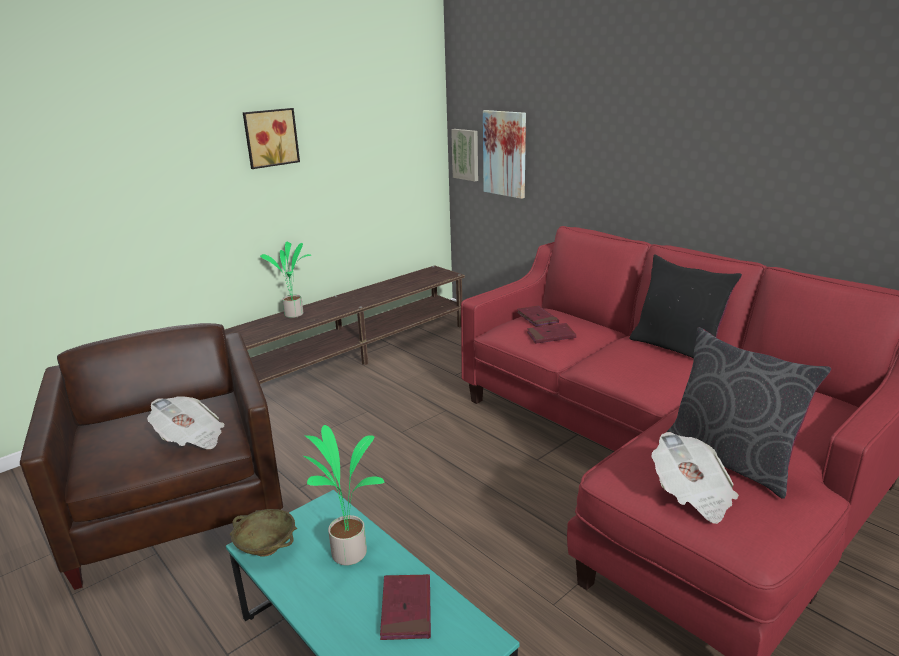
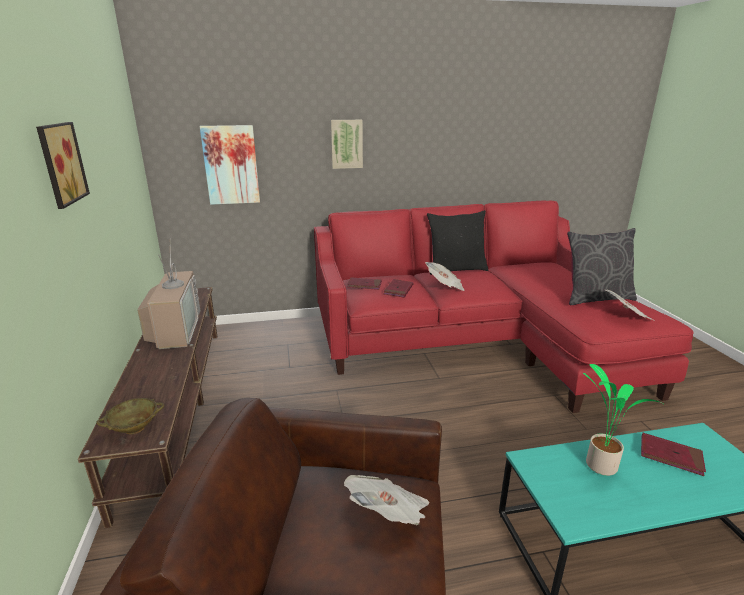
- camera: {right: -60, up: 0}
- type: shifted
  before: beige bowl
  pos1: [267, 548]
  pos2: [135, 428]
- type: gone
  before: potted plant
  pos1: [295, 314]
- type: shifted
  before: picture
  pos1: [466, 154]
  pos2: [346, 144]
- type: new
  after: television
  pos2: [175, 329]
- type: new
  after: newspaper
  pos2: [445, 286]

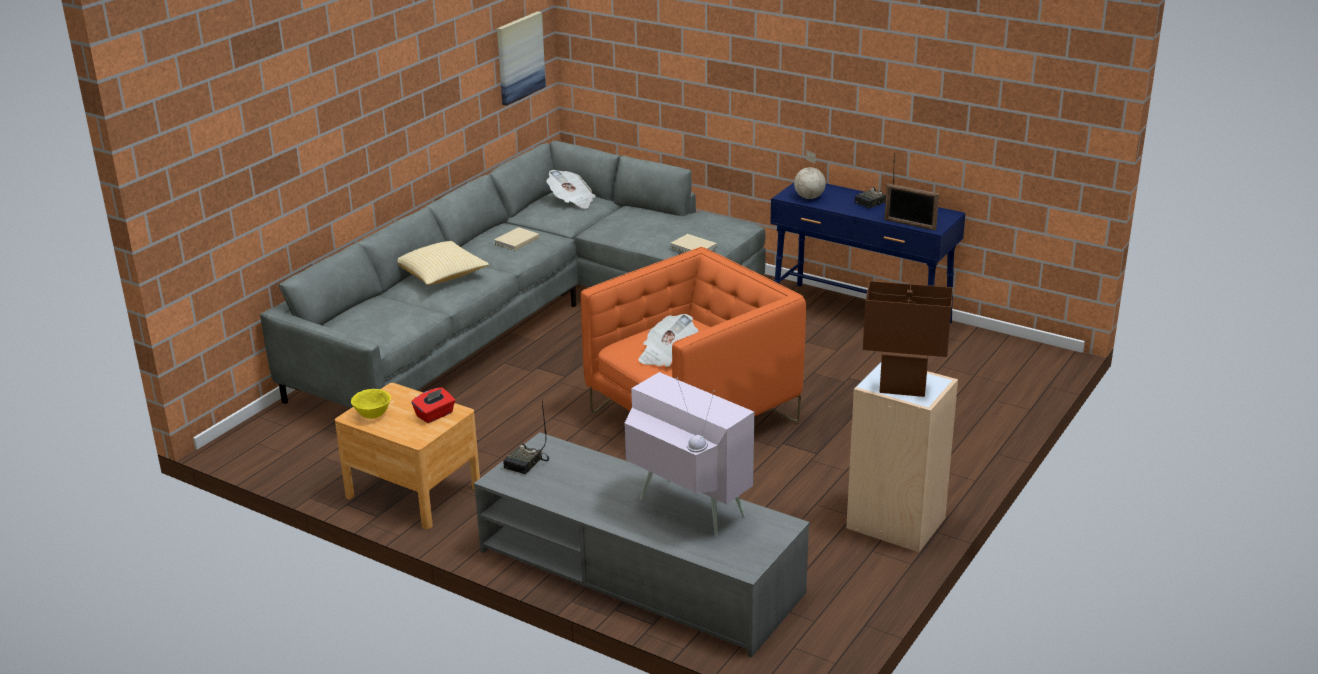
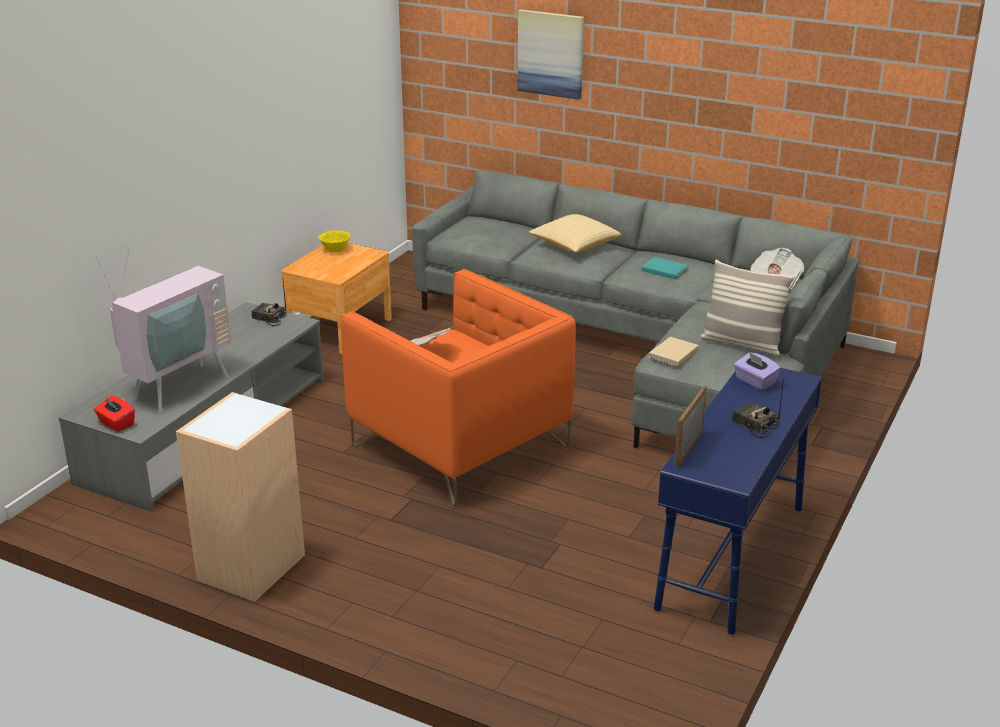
- camera: {right: 85, up: 0}
- type: shifted
  before: red tissue box
  pos1: [435, 415]
  pos2: [116, 424]
- type: repainted
  before: beige book
  after: turquoise book
  pos1: [515, 241]
  pos2: [663, 269]
- type: shifted
  before: picture
  pos1: [519, 57]
  pos2: [551, 54]
- type: swapped
  before: globe
  after: purple tissue box
  pos1: [809, 197]
  pos2: [755, 382]
- type: gone
  before: brown table lamp
  pos1: [902, 389]
- type: new
  after: pillow
  pos2: [741, 344]

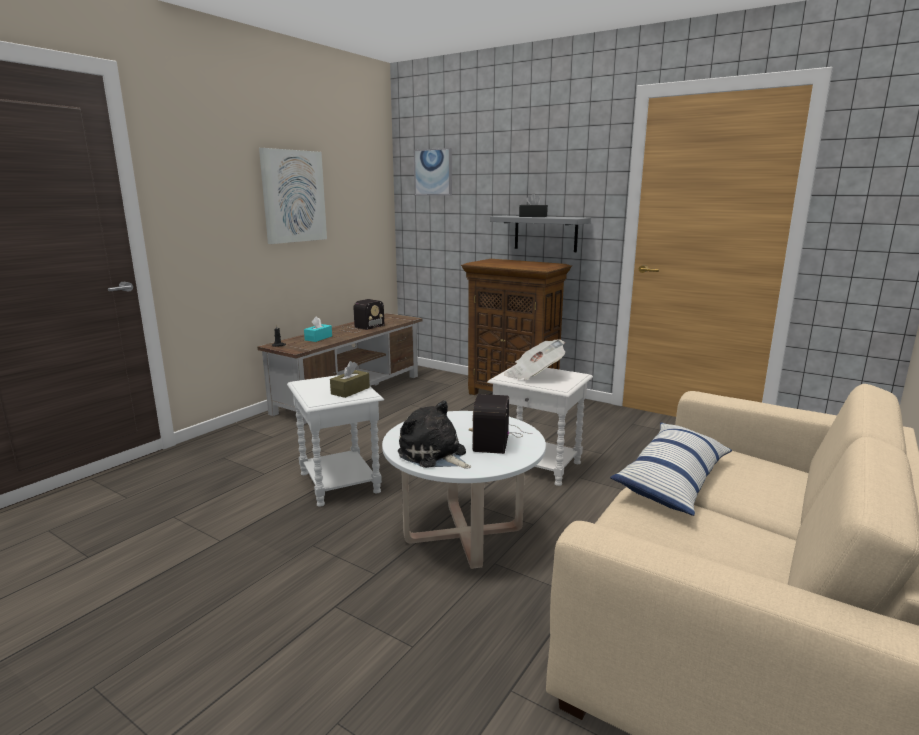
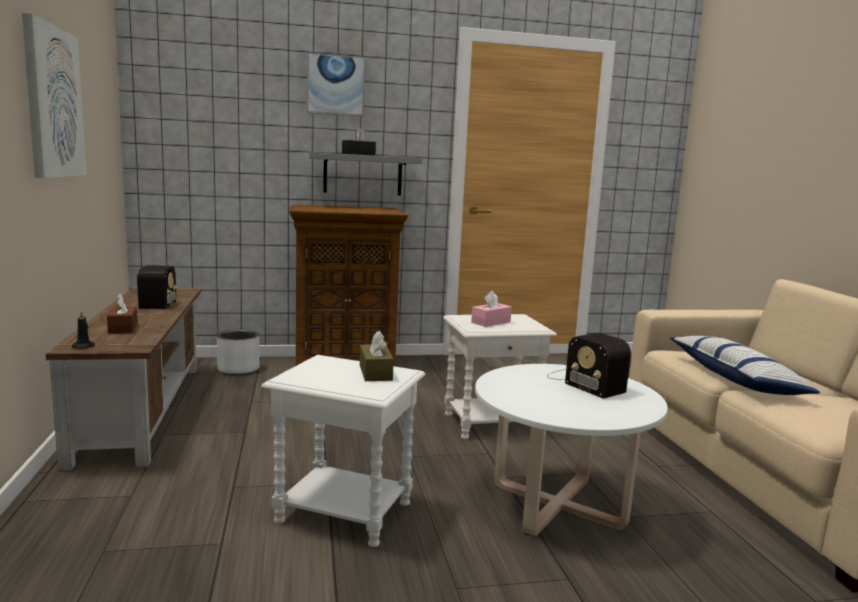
- camera: {right: -45, up: -5}
- type: repainted
  before: turquoise tissue box
  after: brown tissue box
  pos1: [318, 338]
  pos2: [123, 328]
- type: gone
  before: plush toy
  pos1: [434, 455]
- type: shifted
  before: picture
  pos1: [433, 172]
  pos2: [335, 85]
- type: swapped
  before: newspaper
  after: pink tissue box
  pos1: [534, 375]
  pos2: [491, 322]
- type: new
  after: grey planter
  pos2: [238, 369]

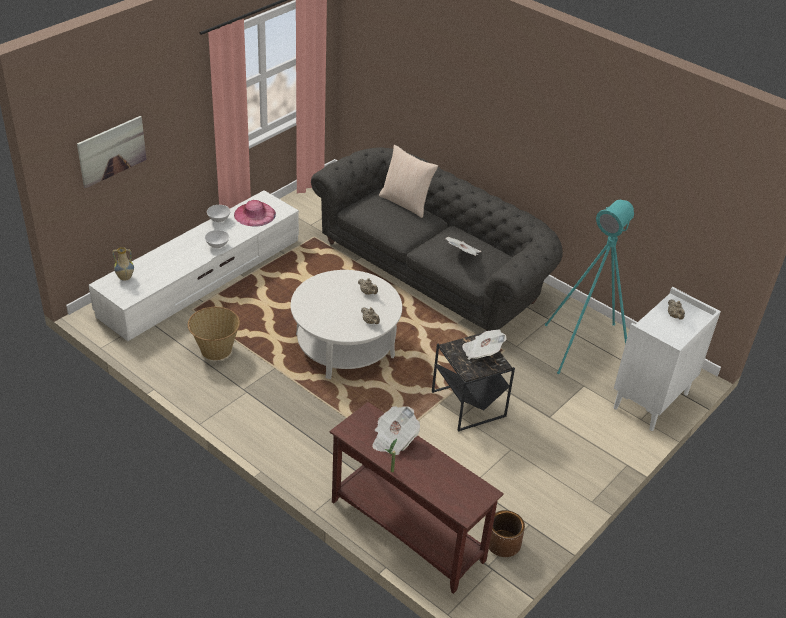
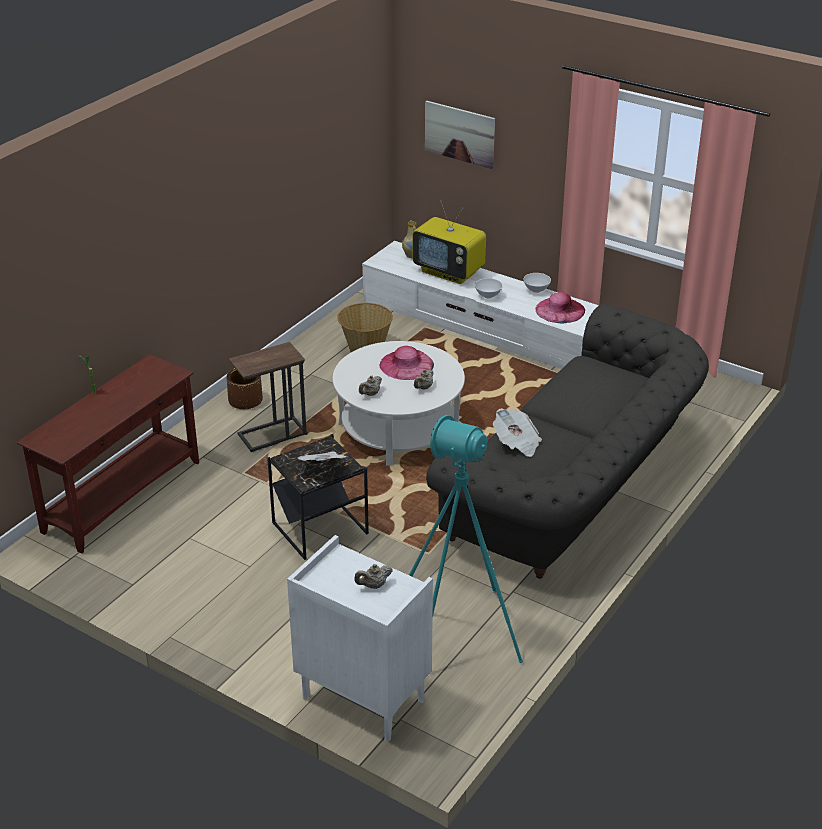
- camera: {right: 85, up: -5}
- type: gone
  before: newspaper
  pos1: [393, 439]
- type: gone
  before: beige pillow
  pos1: [406, 203]
- type: shifted
  before: brown planter
  pos1: [503, 543]
  pos2: [245, 401]
- type: new
  after: brown side table
  pos2: [273, 434]
- type: new
  after: pink hat
  pos2: [406, 364]
- type: new
  after: television
  pos2: [449, 272]

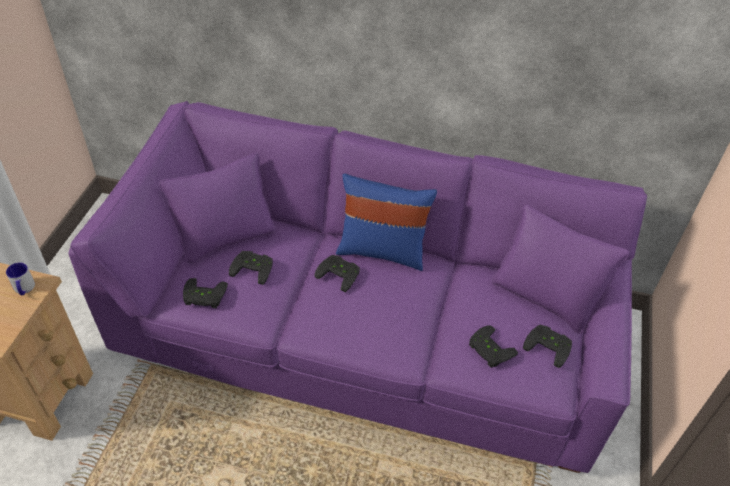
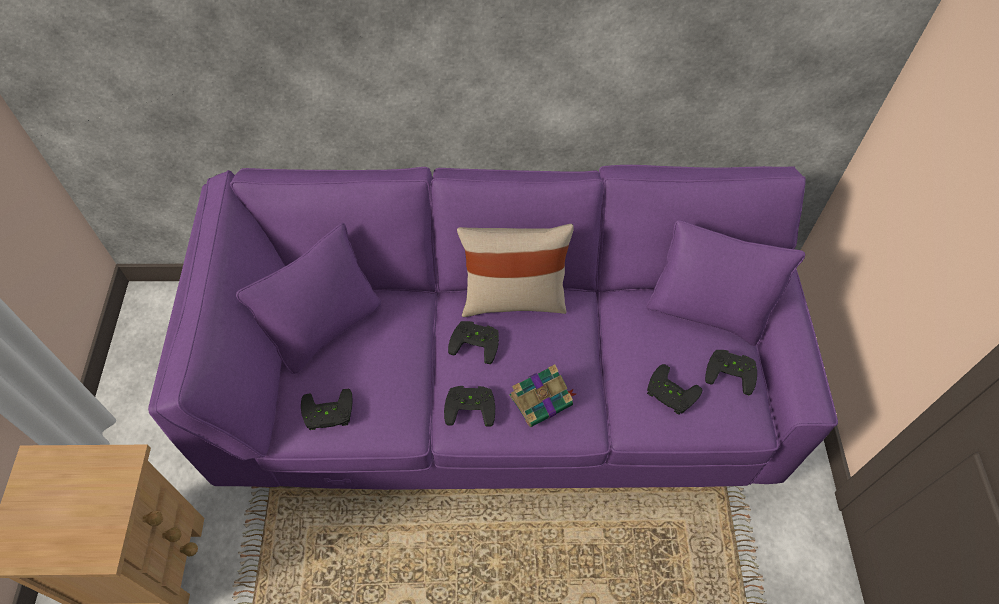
- camera: {right: -15, up: 10}
- type: gone
  before: mug
  pos1: [24, 289]
- type: shifted
  before: black game controller
  pos1: [254, 267]
  pos2: [470, 405]
- type: repainted
  before: blue pillow
  after: beige pillow
  pos1: [382, 250]
  pos2: [513, 298]
- type: new
  after: book
  pos2: [542, 399]

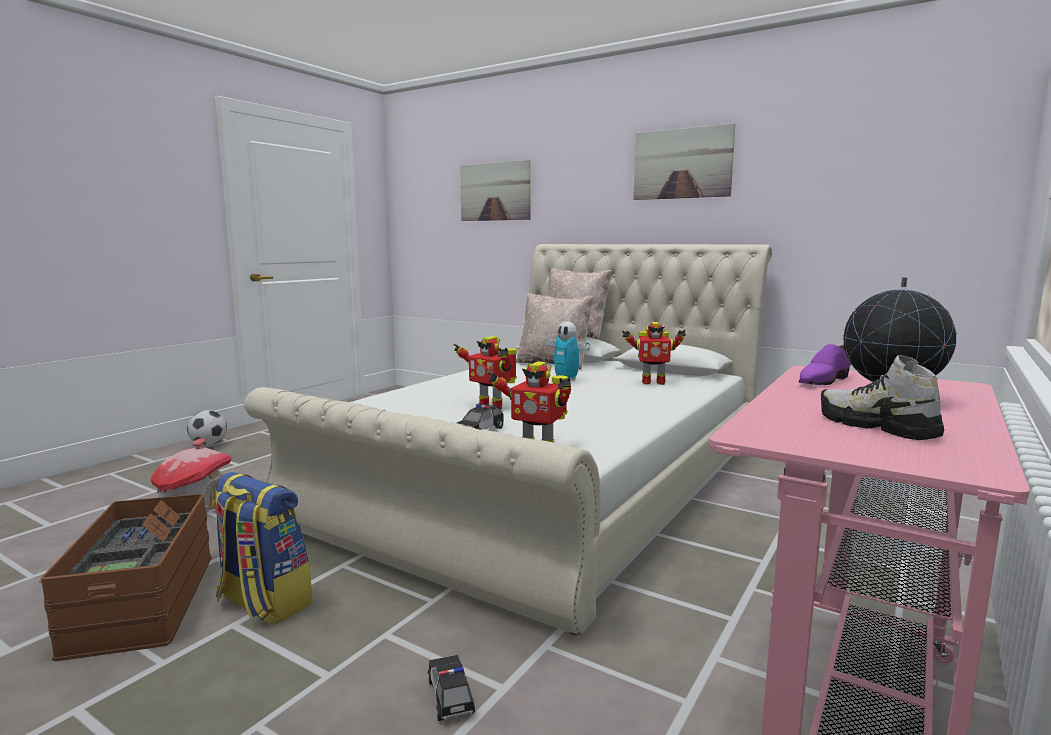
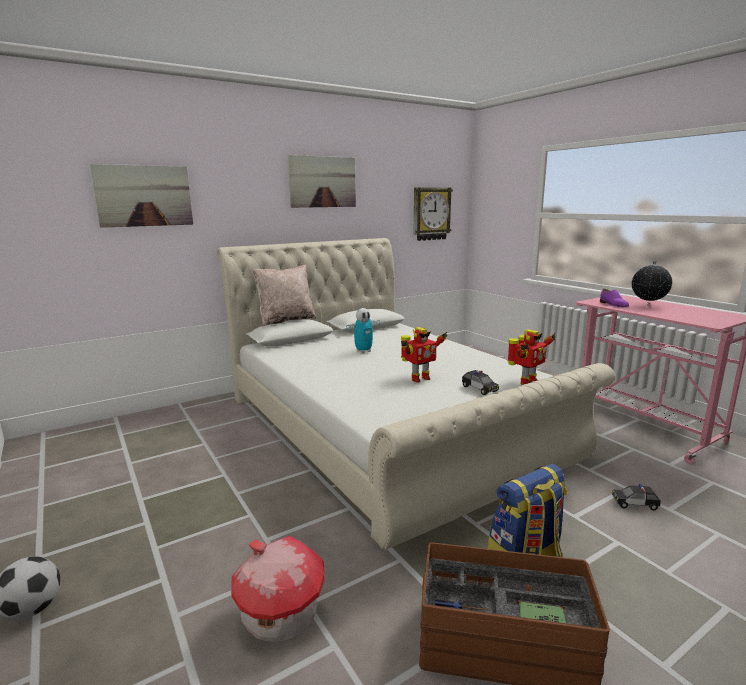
- camera: {right: -65, up: 5}
- type: gone
  before: beige pillow
  pos1: [553, 364]
- type: gone
  before: toy robot
  pos1: [652, 382]
- type: gone
  before: shoe
  pos1: [876, 426]
- type: new
  after: wall clock
  pos2: [431, 214]

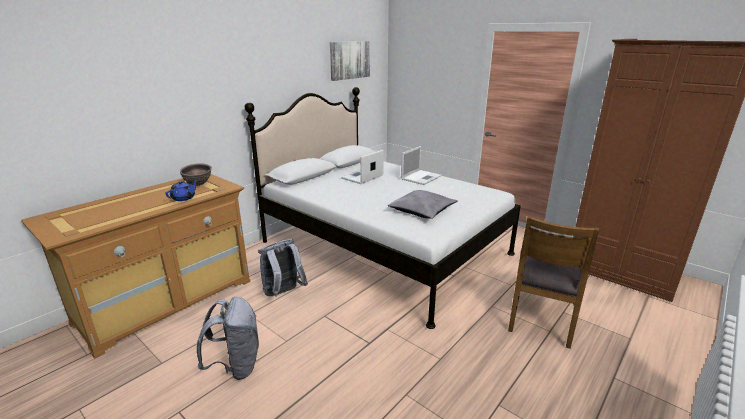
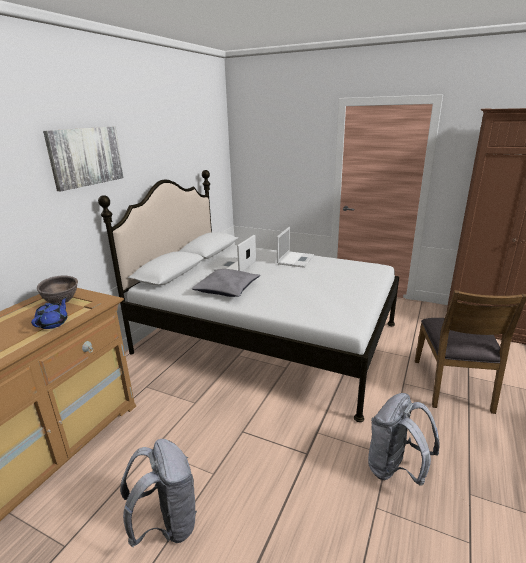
- camera: {right: -15, up: 0}
- type: shifted
  before: grey backpack
  pos1: [283, 293]
  pos2: [395, 469]
- type: shifted
  before: picture
  pos1: [349, 60]
  pos2: [85, 156]
- type: shifted
  before: grey pillow
  pos1: [422, 210]
  pos2: [227, 289]

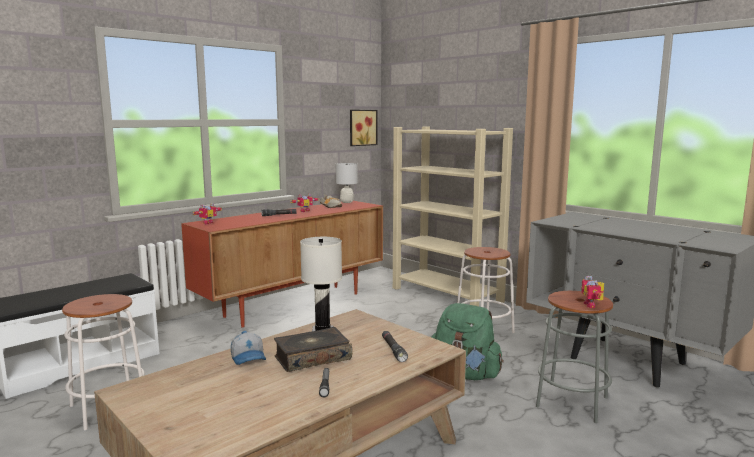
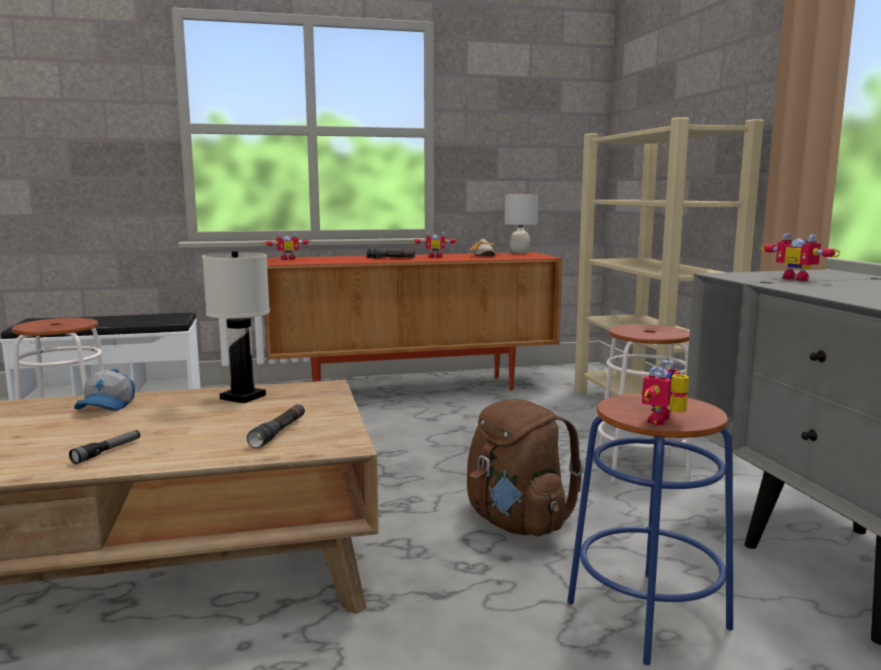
- camera: {right: 30, up: 0}
- type: gone
  before: book
  pos1: [312, 358]
- type: gone
  before: picture
  pos1: [362, 127]
- type: repainted
  before: green backpack
  after: brown backpack
  pos1: [465, 374]
  pos2: [516, 523]
- type: repainted
  before: grey stool
  after: blue stool
  pos1: [572, 402]
  pos2: [647, 615]
- type: new
  after: toy robot
  pos2: [798, 279]

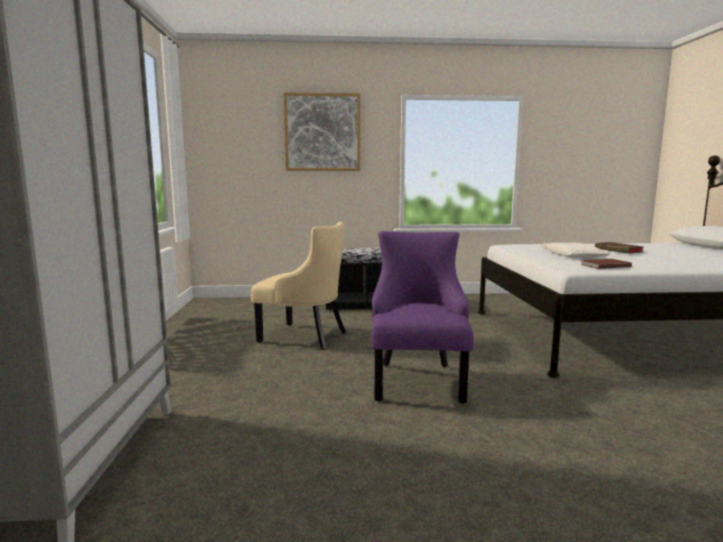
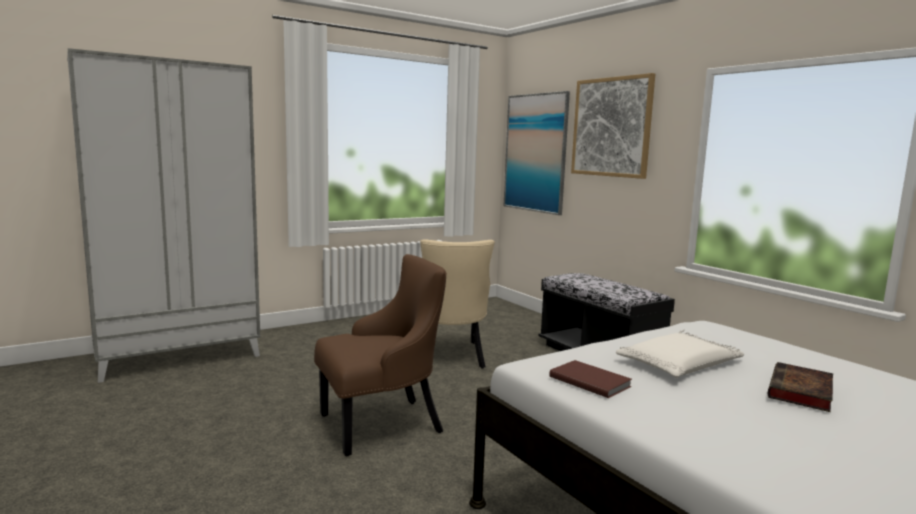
- camera: {right: 60, up: 0}
- type: repainted
  before: purple chair
  after: brown chair
  pos1: [418, 383]
  pos2: [379, 426]
- type: new
  after: picture
  pos2: [535, 153]

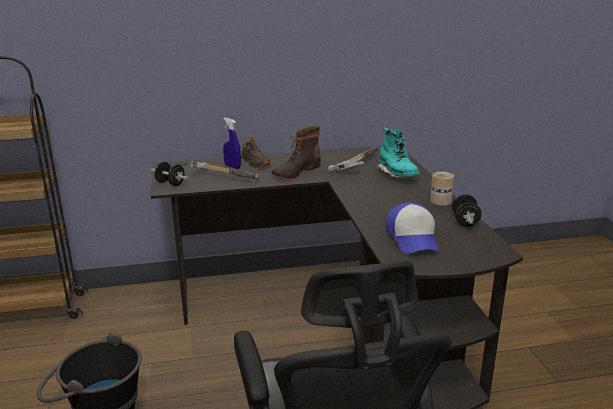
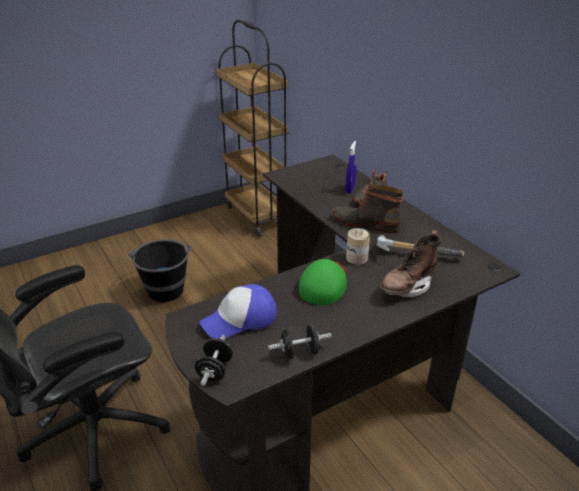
- camera: {right: 70, up: 10}
- type: shifted
  before: black dumbbell
  pos1: [170, 184]
  pos2: [215, 370]
- type: gone
  before: hammer
  pos1: [224, 176]
- type: repainted
  before: turquoise boot
  after: brown boot
  pos1: [397, 175]
  pos2: [407, 287]
- type: shifted
  before: can
  pos1: [440, 201]
  pos2: [357, 258]
- type: new
  after: green cap
  pos2: [324, 284]

